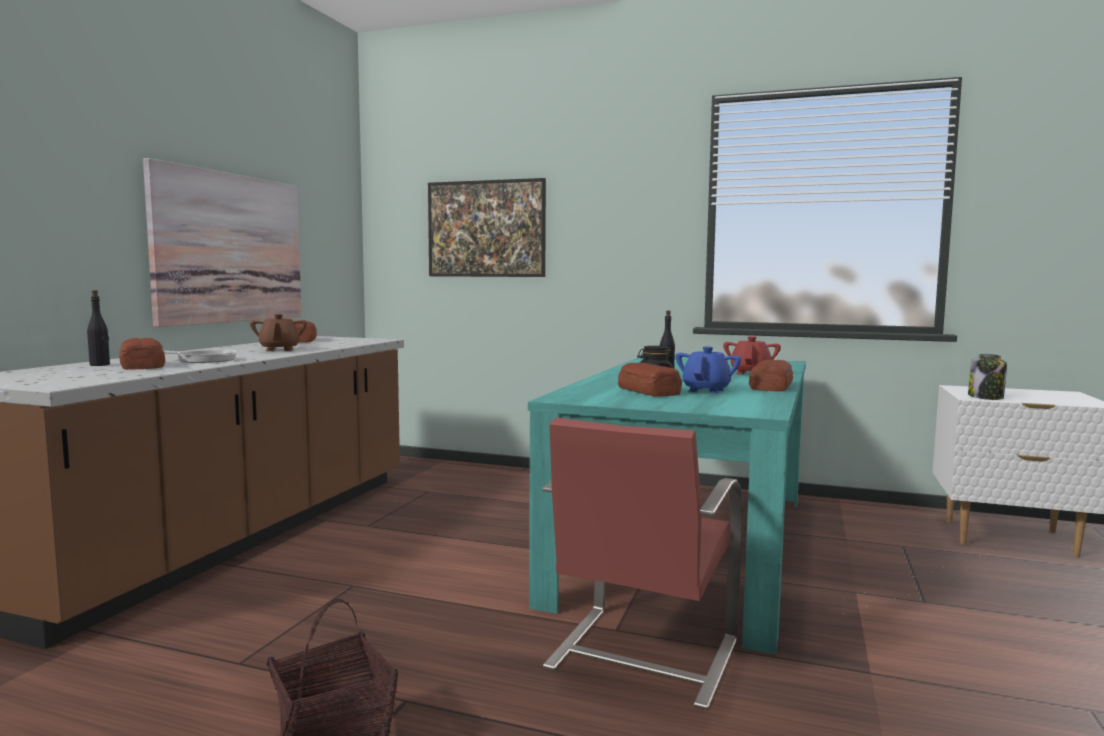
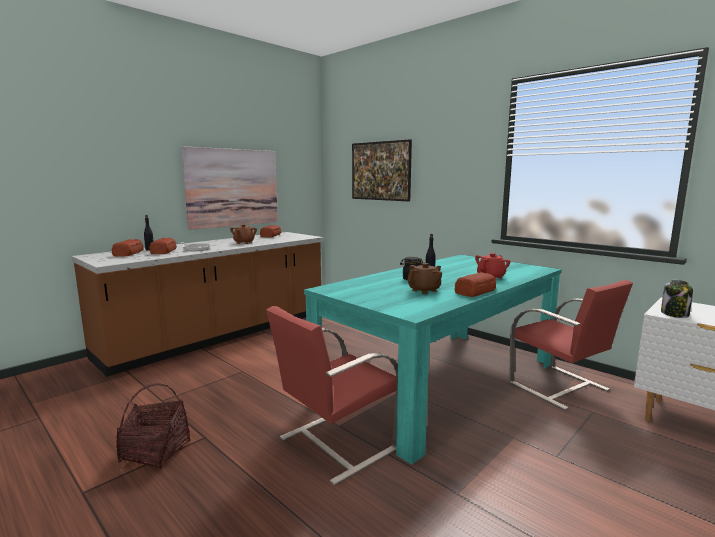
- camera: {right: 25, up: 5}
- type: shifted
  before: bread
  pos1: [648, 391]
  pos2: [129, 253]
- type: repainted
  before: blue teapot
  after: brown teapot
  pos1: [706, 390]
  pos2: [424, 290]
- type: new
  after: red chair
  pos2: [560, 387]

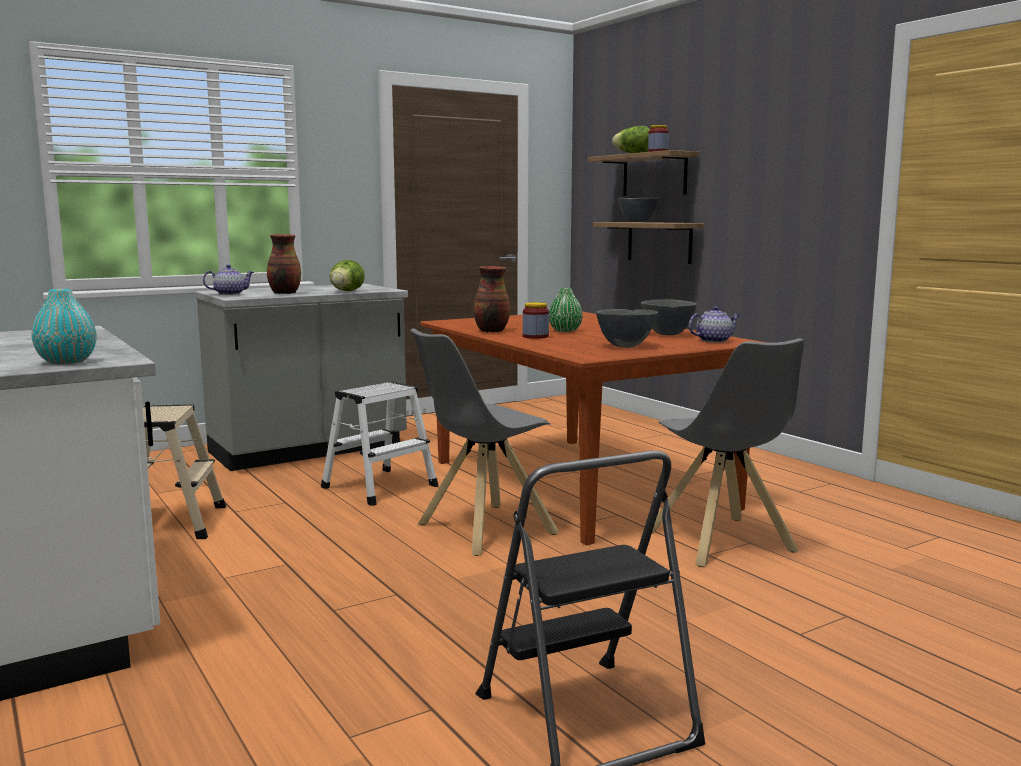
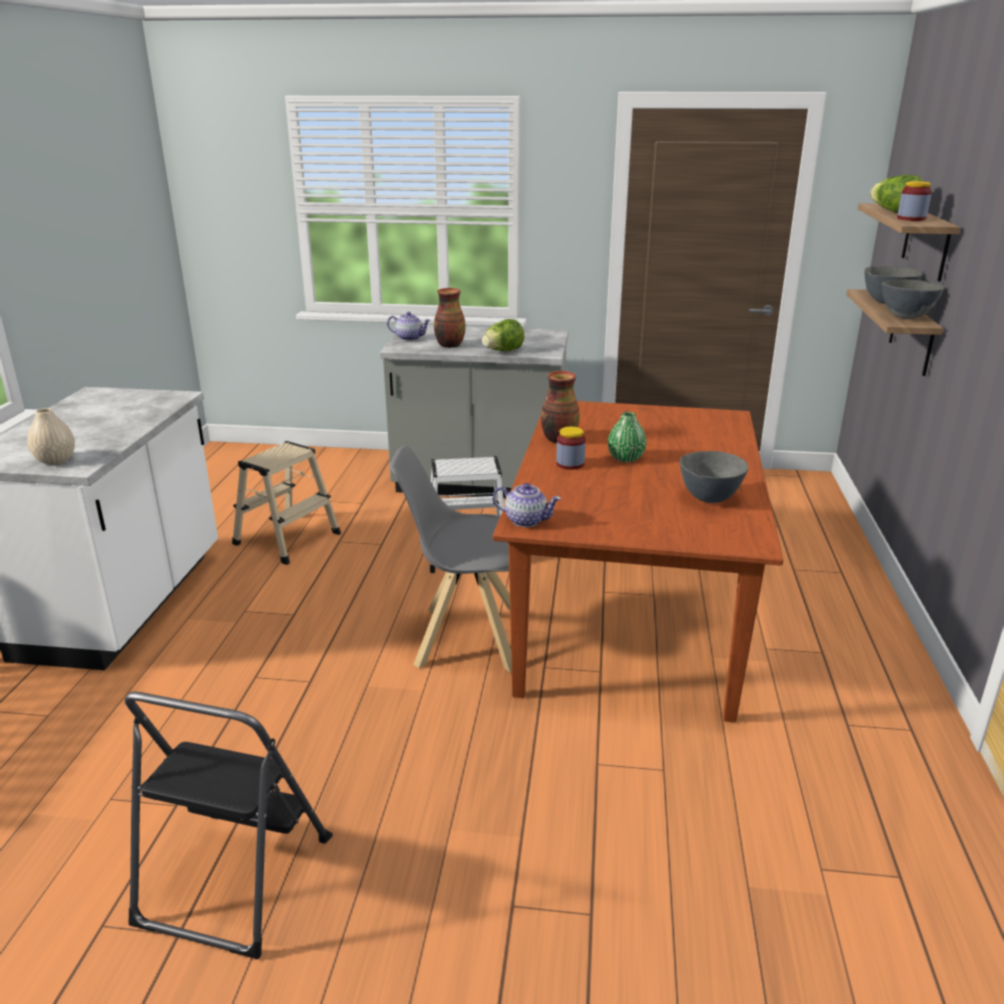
- camera: {right: 40, up: 15}
- type: repainted
  before: turquoise vase
  after: beige vase
  pos1: [66, 361]
  pos2: [55, 460]
- type: shifted
  before: grey bowl
  pos1: [625, 346]
  pos2: [905, 317]
- type: gone
  before: grey chair
  pos1: [722, 542]
- type: shifted
  before: teapot
  pos1: [713, 340]
  pos2: [526, 520]

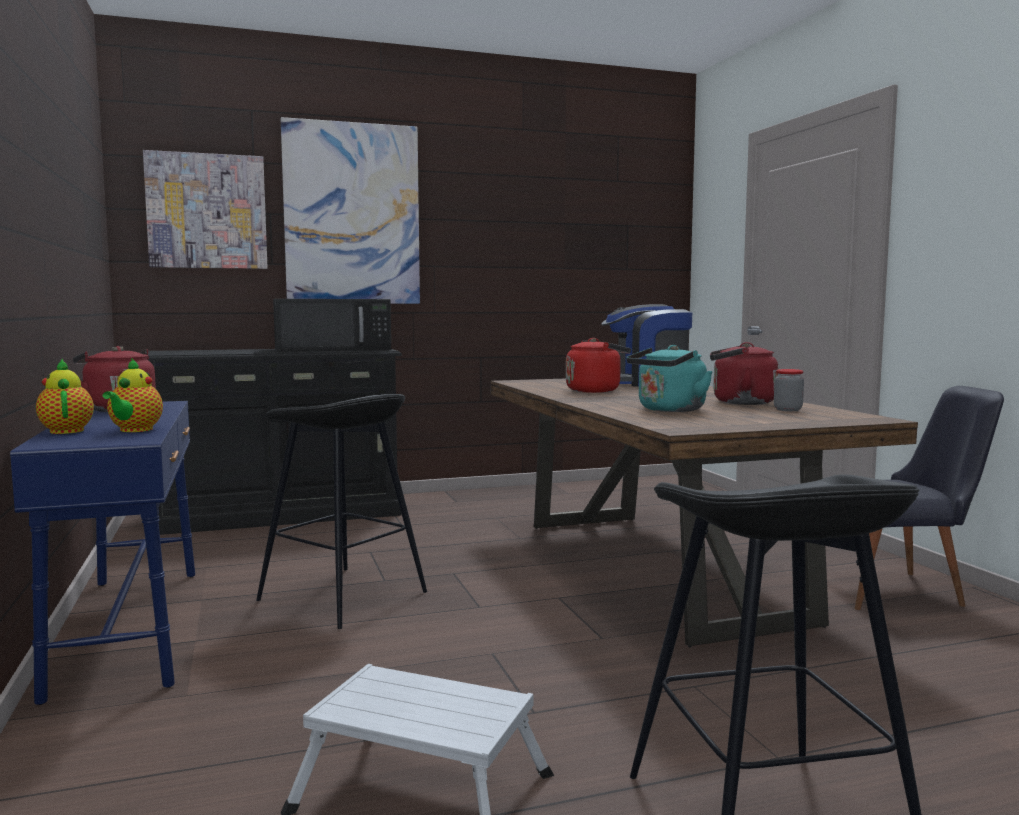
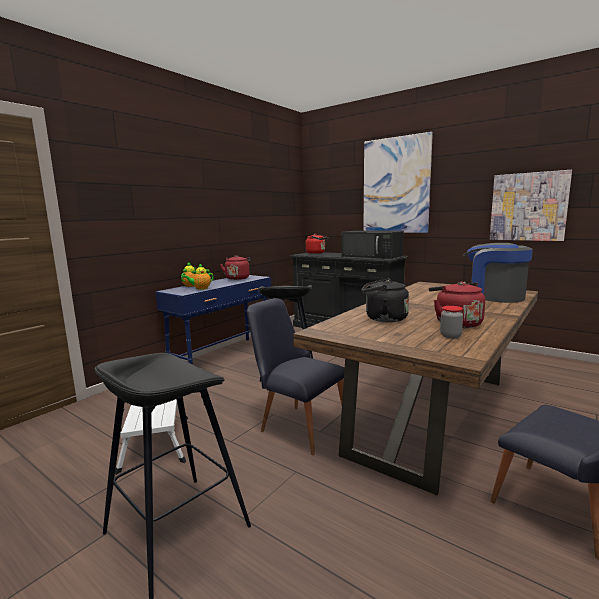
- camera: {right: 55, up: 5}
- type: shifted
  before: picture
  pos1: [207, 211]
  pos2: [528, 207]
- type: shifted
  before: red kettle
  pos1: [596, 390]
  pos2: [317, 253]
- type: repainted
  before: turquoise kettle
  after: black kettle
  pos1: [669, 410]
  pos2: [383, 319]
- type: new
  after: black chair
  pos2: [297, 425]

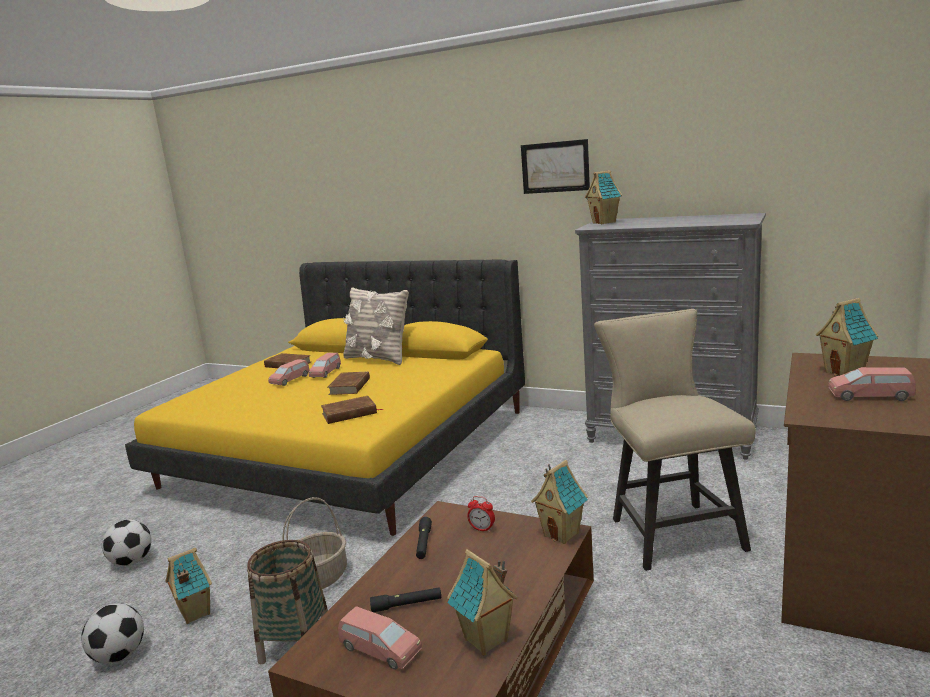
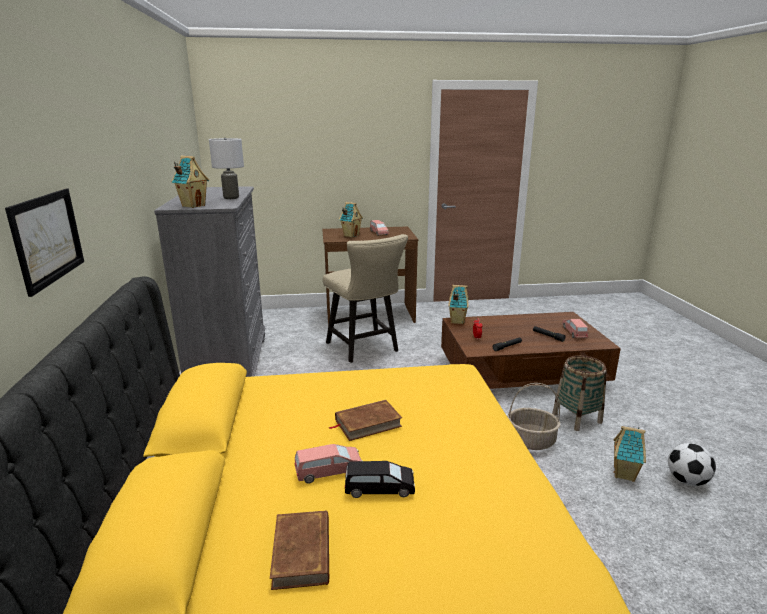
- camera: {right: -125, up: 5}
- type: gone
  before: football
  pos1: [131, 562]
- type: repainted
  before: pink toy car
  after: black toy car
  pos1: [290, 380]
  pos2: [379, 488]
- type: gone
  before: brown book
  pos1: [349, 413]
- type: gone
  before: beige pillow
  pos1: [378, 359]
- type: gone
  before: toy house
  pos1: [486, 641]
- type: shifted
  before: picture
  pos1: [555, 167]
  pos2: [48, 238]
- type: rotated
  before: beige chair
  pos1: [670, 530]
  pos2: [365, 348]
  turn: -75
- type: new
  after: white table lamp
  pos2: [232, 198]

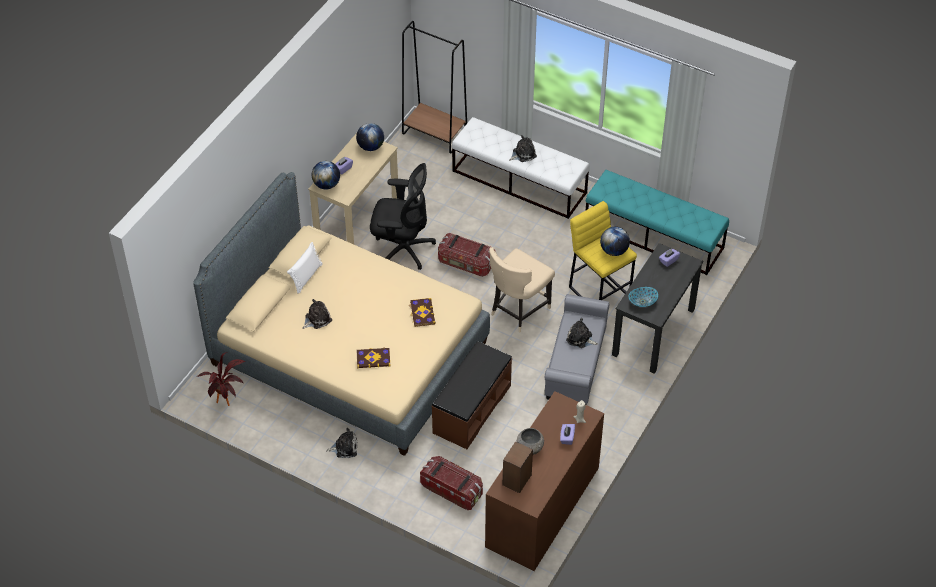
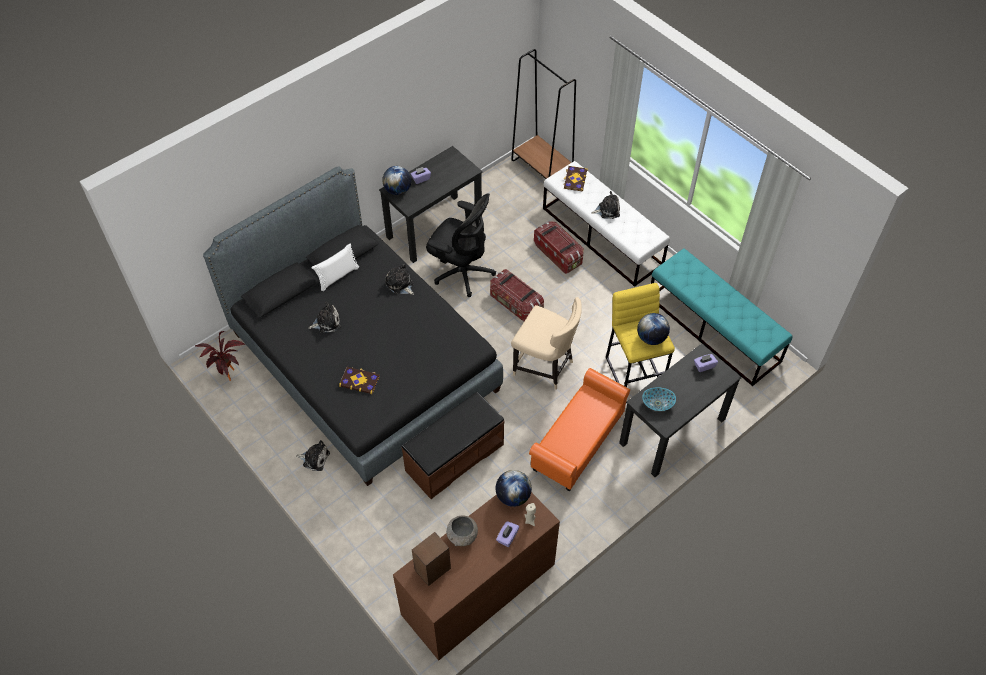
- camera: {right: 20, up: 5}
- type: repainted
  before: beige bed
  after: black bed
  pos1: [348, 353]
  pos2: [363, 361]
- type: repainted
  before: beige desk
  after: black desk
  pos1: [357, 216]
  pos2: [434, 227]
- type: shifted
  before: globe
  pos1: [370, 147]
  pos2: [513, 496]
- type: shifted
  before: book
  pos1: [422, 313]
  pos2: [575, 179]
- type: shifted
  before: storage box
  pos1: [452, 489]
  pos2: [558, 254]
- type: rotated
  before: beige chair
  pos1: [518, 311]
  pos2: [545, 367]
  turn: -120
- type: repainted
  before: grey ottoman
  after: orange ottoman
  pos1: [575, 365]
  pos2: [577, 443]
- type: shifted
  before: plush toy
  pos1: [580, 339]
  pos2: [400, 284]

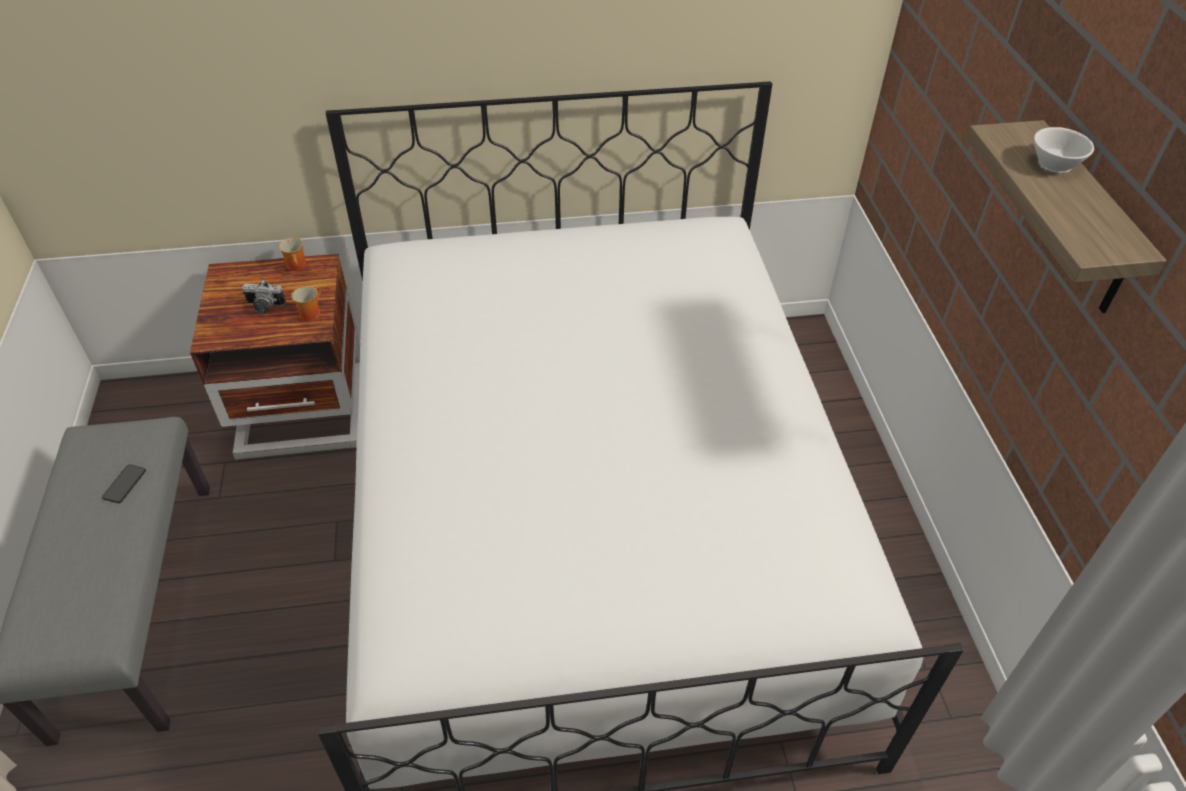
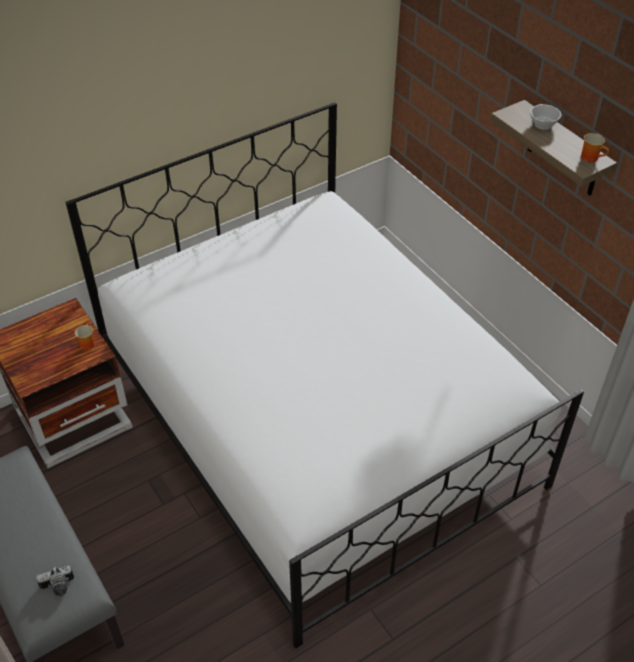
- camera: {right: -25, up: 0}
- type: gone
  before: phone
  pos1: [124, 484]
- type: shifted
  before: photo camera
  pos1: [263, 307]
  pos2: [58, 587]
- type: shifted
  before: mug
  pos1: [298, 266]
  pos2: [591, 157]

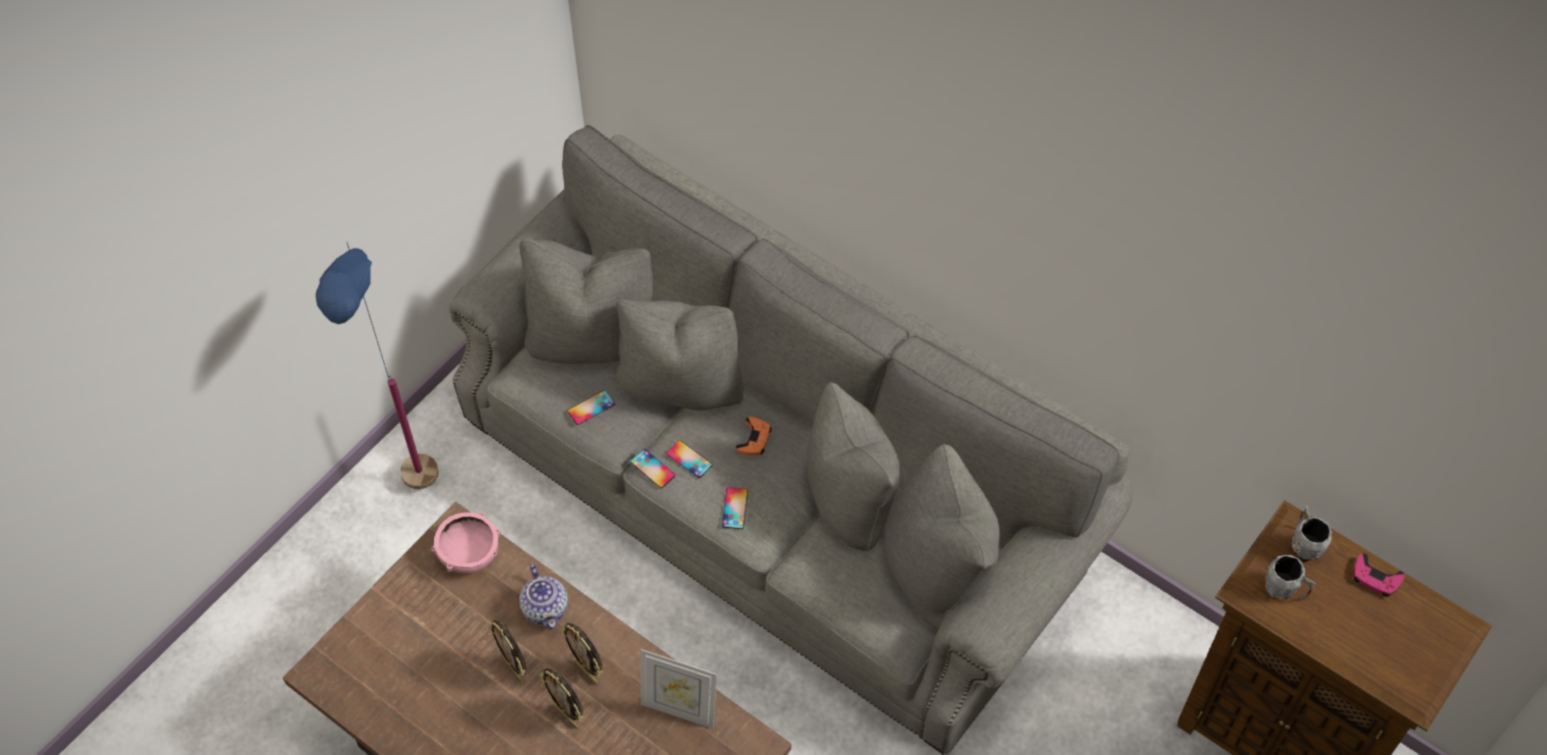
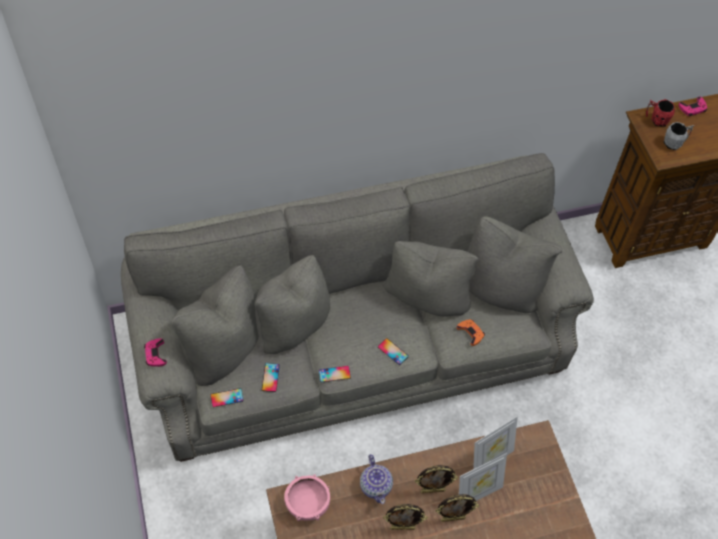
- camera: {right: -55, up: 0}
- type: gone
  before: blue floor lamp
  pos1: [420, 507]
- type: rotated
  before: teapot
  pos1: [546, 608]
  pos2: [376, 485]
  turn: 60
- type: shifted
  before: phone
  pos1: [689, 459]
  pos2: [227, 397]
- type: shifted
  before: orange game controller
  pos1: [754, 439]
  pos2: [471, 333]
- type: repainted
  before: grey mug
  after: red mug
  pos1: [1304, 544]
  pos2: [656, 119]
- type: new
  after: pink game controller
  pos2: [155, 354]
- type: new
  after: picture frame
  pos2: [477, 493]

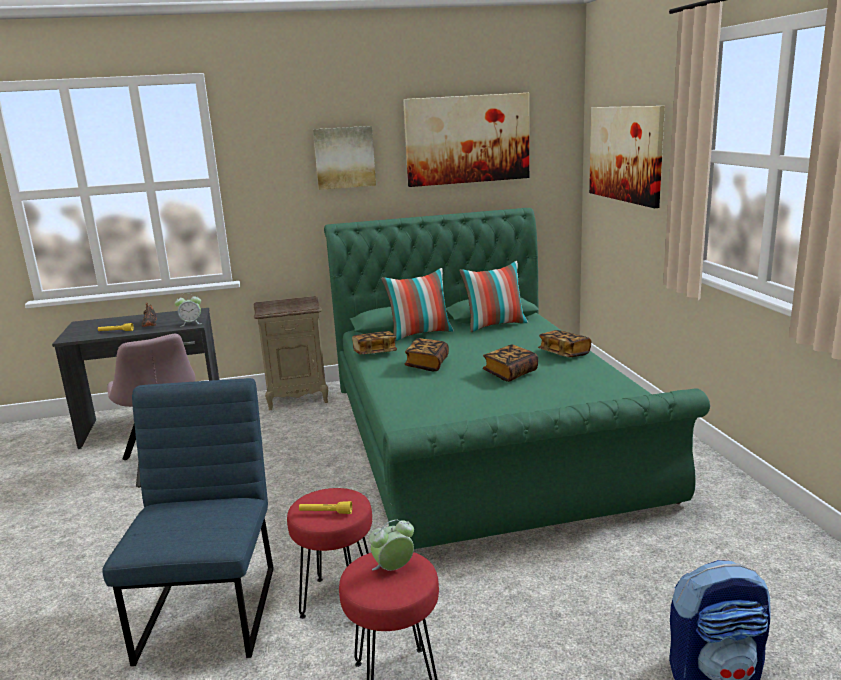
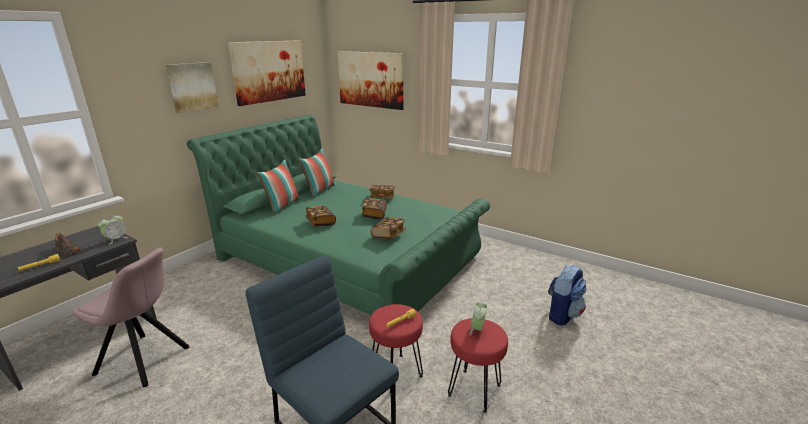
- camera: {right: -45, up: 5}
- type: gone
  before: beige nightstand
  pos1: [297, 397]
- type: shifted
  before: book
  pos1: [375, 353]
  pos2: [388, 235]

